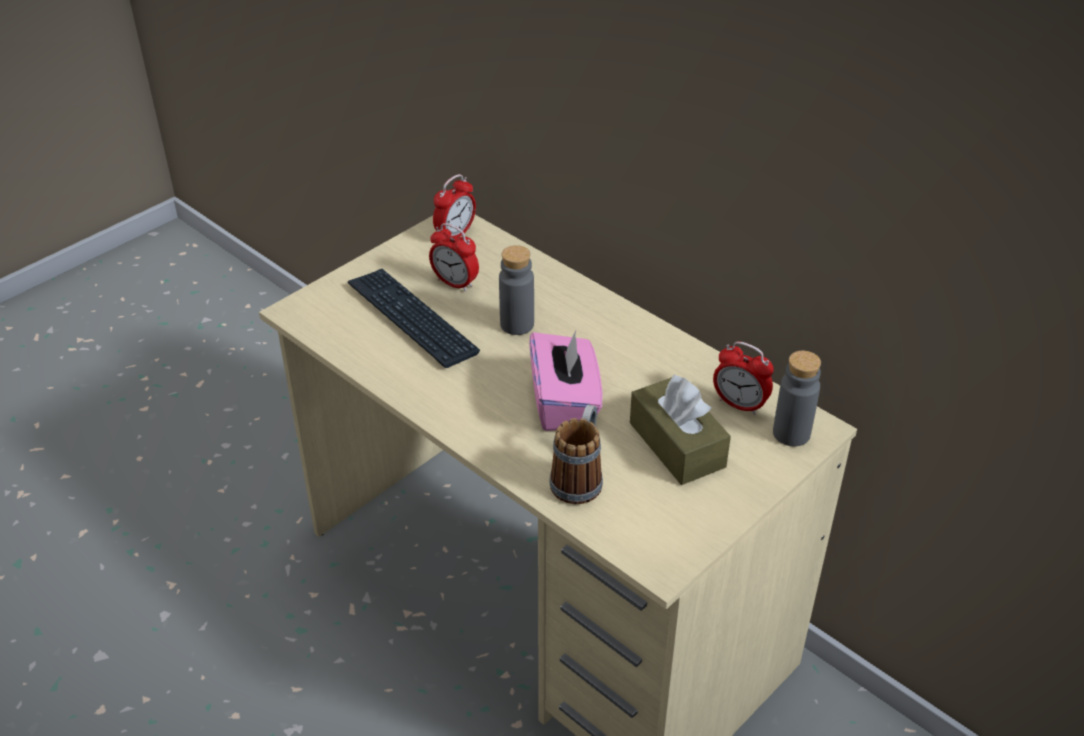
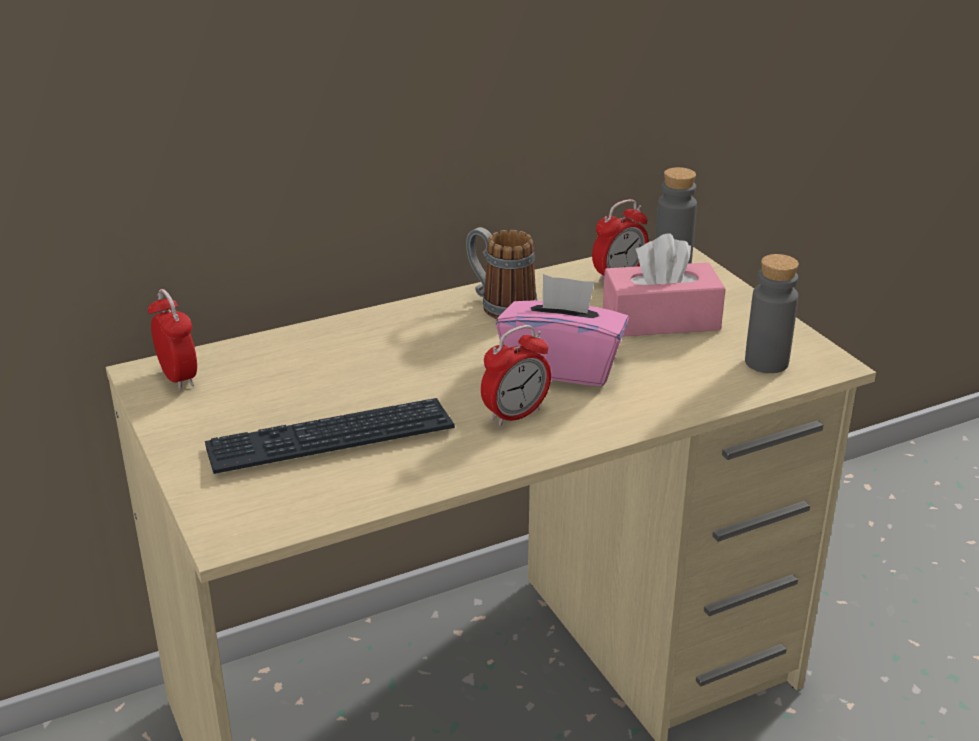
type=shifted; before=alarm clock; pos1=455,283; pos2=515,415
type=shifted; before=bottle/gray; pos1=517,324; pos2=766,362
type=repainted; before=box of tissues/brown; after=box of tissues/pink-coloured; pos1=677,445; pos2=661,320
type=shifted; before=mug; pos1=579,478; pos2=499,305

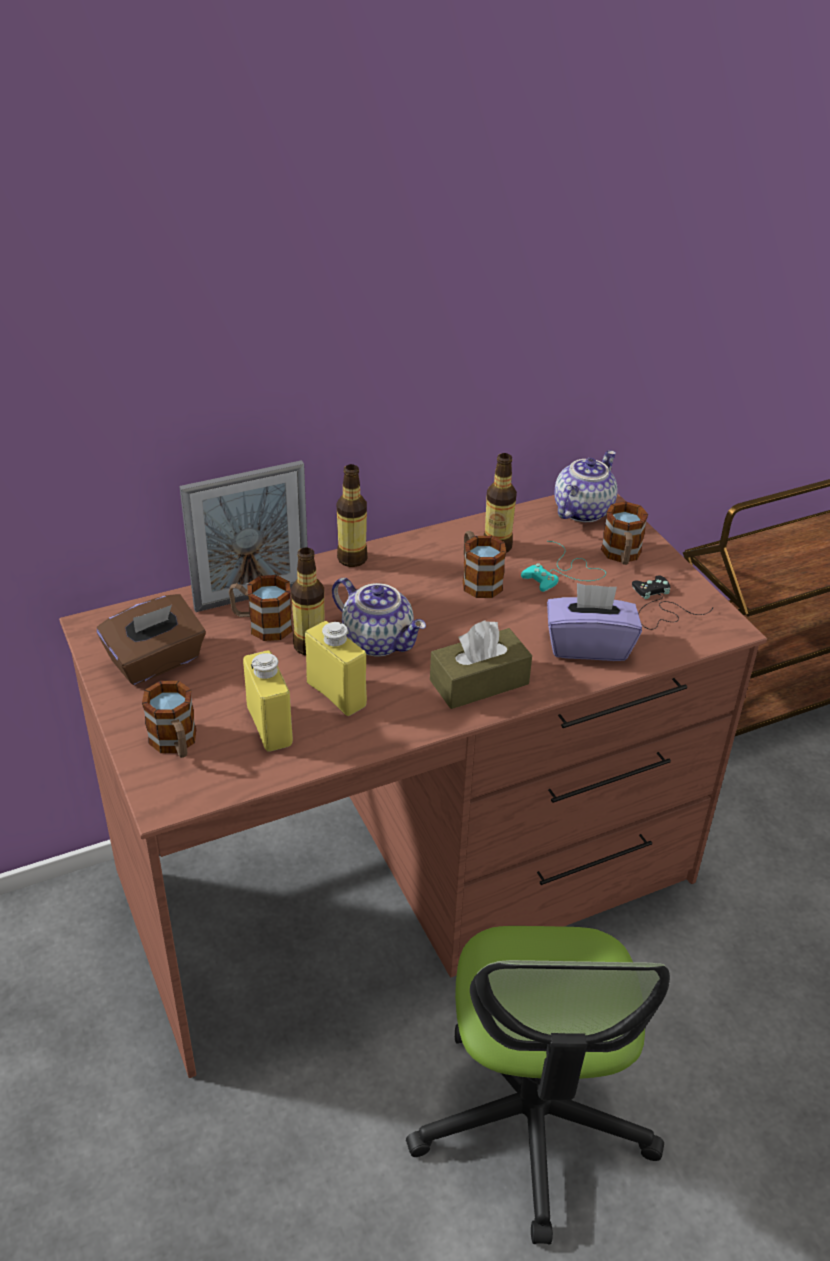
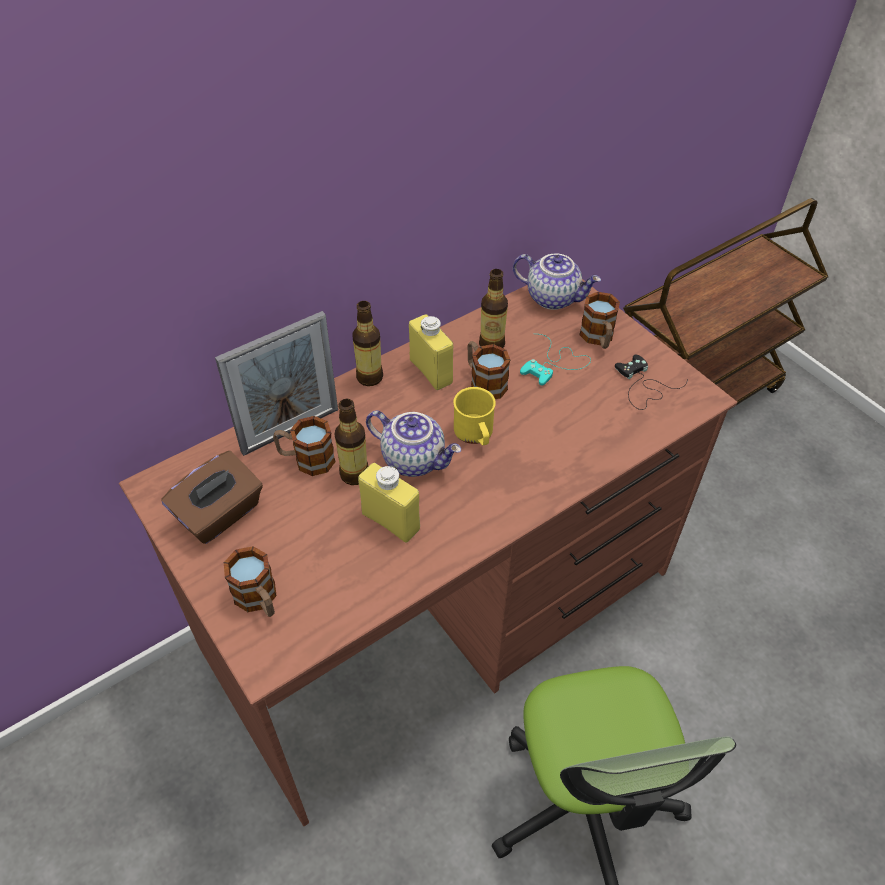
type=rotated; before=pot for tea; pos1=582,510; pos2=553,297; turn=90
type=gone; before=box of tissues/purple; pos1=588,645
type=gone; before=box of tissues/brown; pos1=479,682
type=shifted; before=bottle/yellowish; pos1=269,726; pos2=431,371
type=new; after=mug/yellowish; pos2=475,434

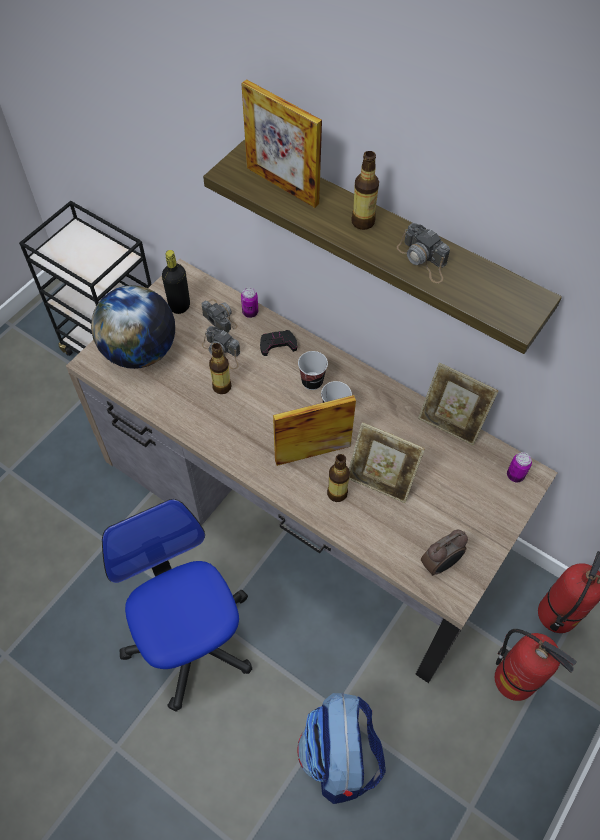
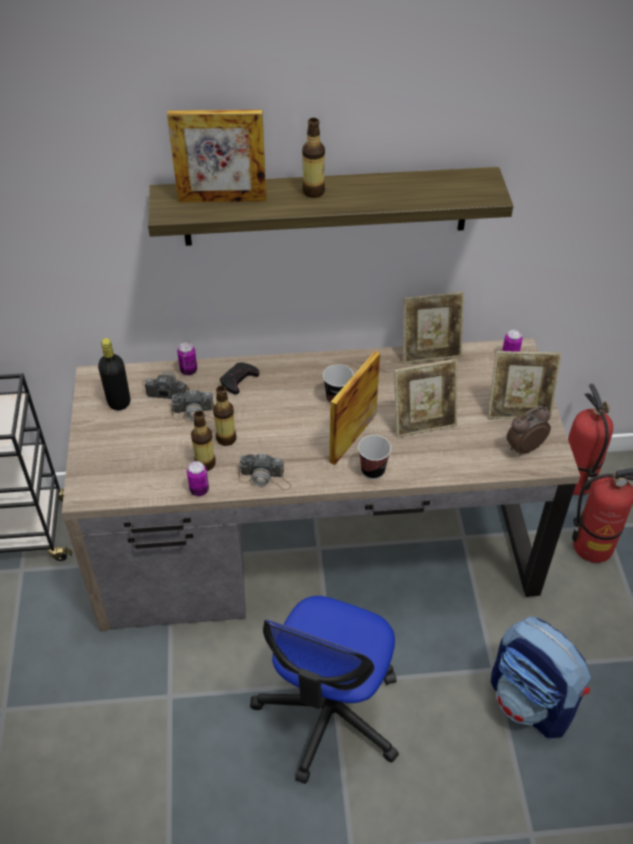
type=shifted; before=still camera; pos1=423,260; pos2=265,478
type=gone; before=globe; pos1=140,351
type=shifted; before=drinking cup; pos1=312,381; pos2=373,470
type=shifted; before=bottle; pos1=337,493; pos2=205,463
type=rotated; before=desk chair; pos1=191,640; pos2=329,713; turn=-90
type=rotated; before=alarm clock; pos1=440,564; pos2=523,448; turn=-135
type=new; after=photo frame; pos2=518,410
type=new; after=metal can; pos2=199,490

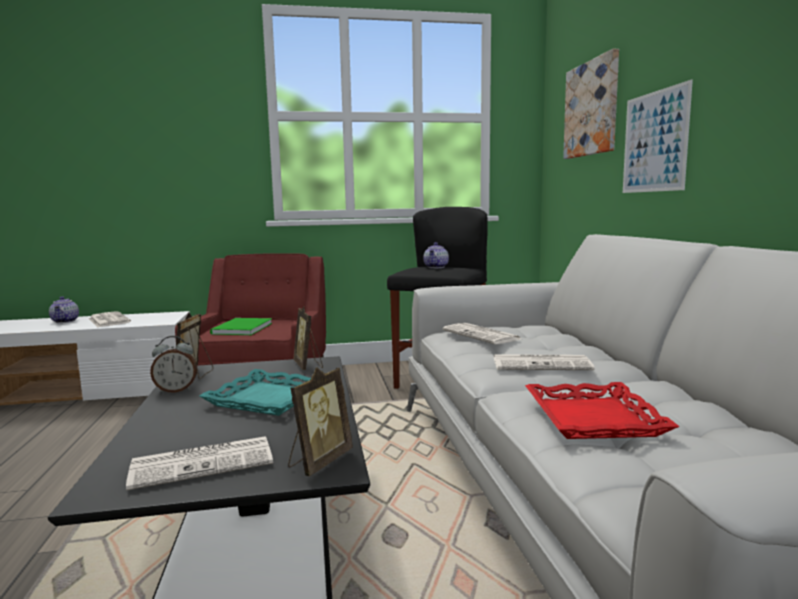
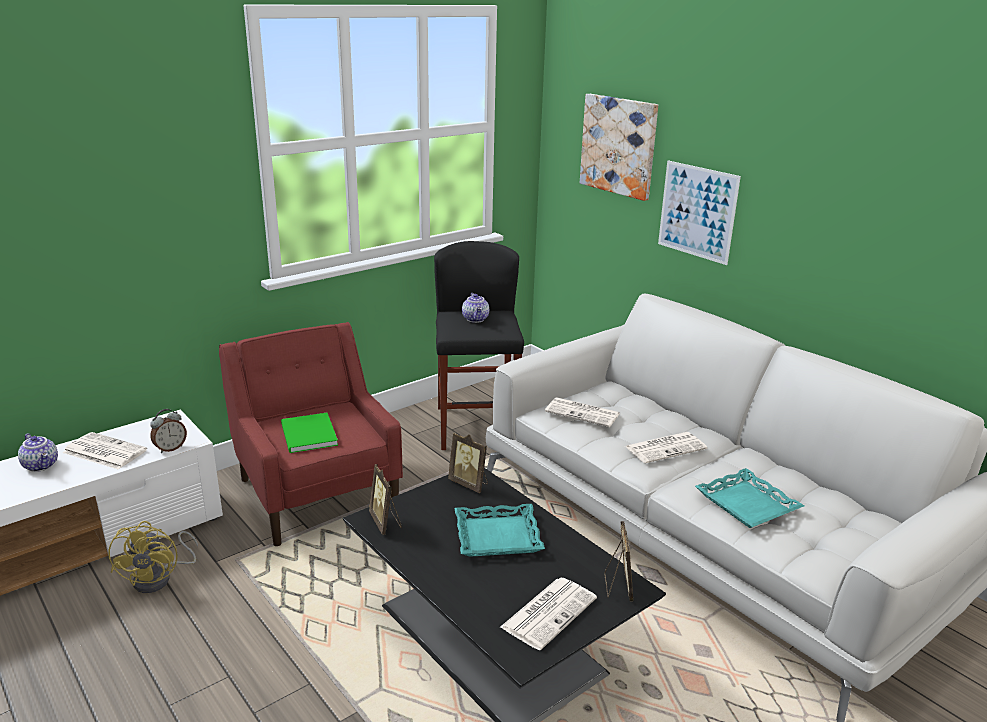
type=shifted; before=alarm clock; pos1=176,390; pos2=170,448
type=repainted; before=serving tray/red-coloured; after=serving tray/turquoise; pos1=592,418; pos2=746,504
type=new; after=cooling fan/yellowish; pos2=160,578

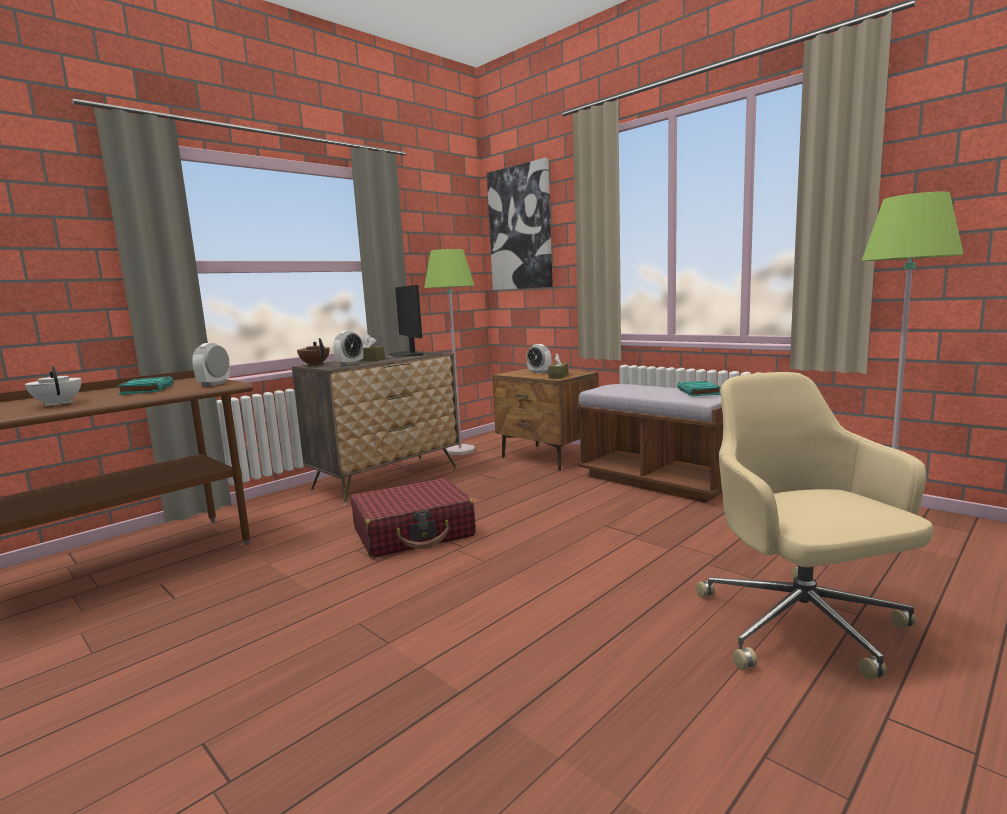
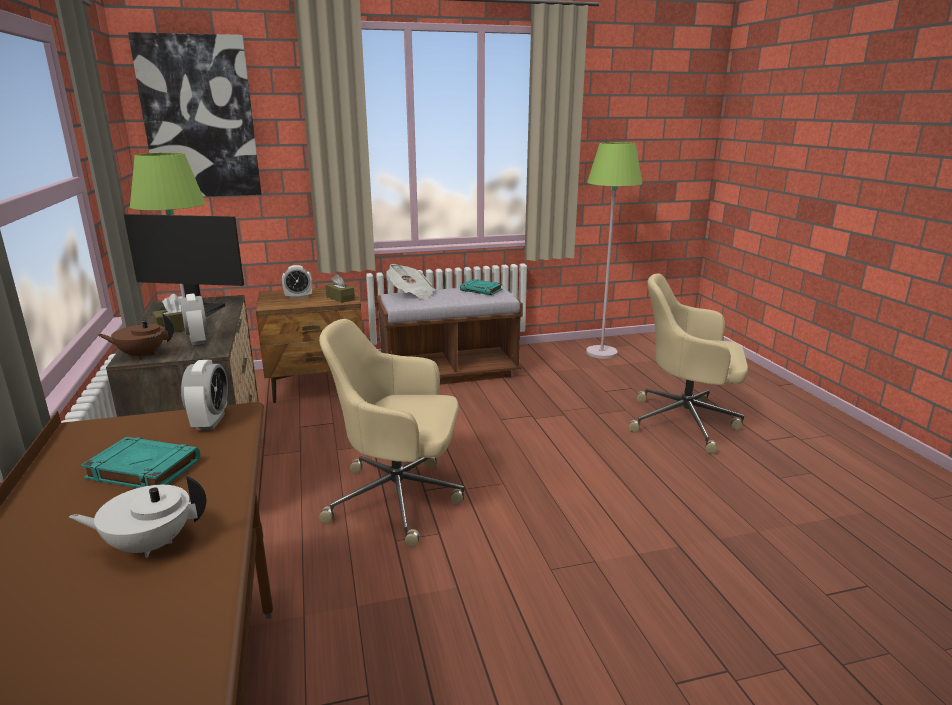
type=rotated; before=alarm clock; pos1=214,384; pos2=210,421; turn=-135
type=swapped; before=suitcase/red-coloured; after=desk chair/beige; pos1=414,533; pos2=399,499
type=new; after=newspaper; pos2=411,294

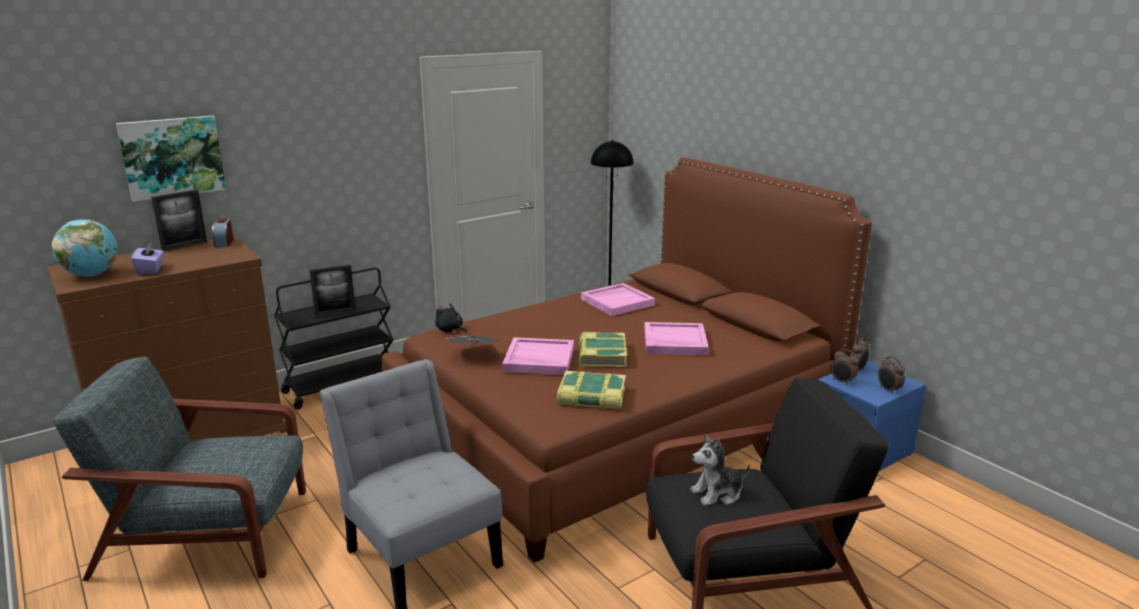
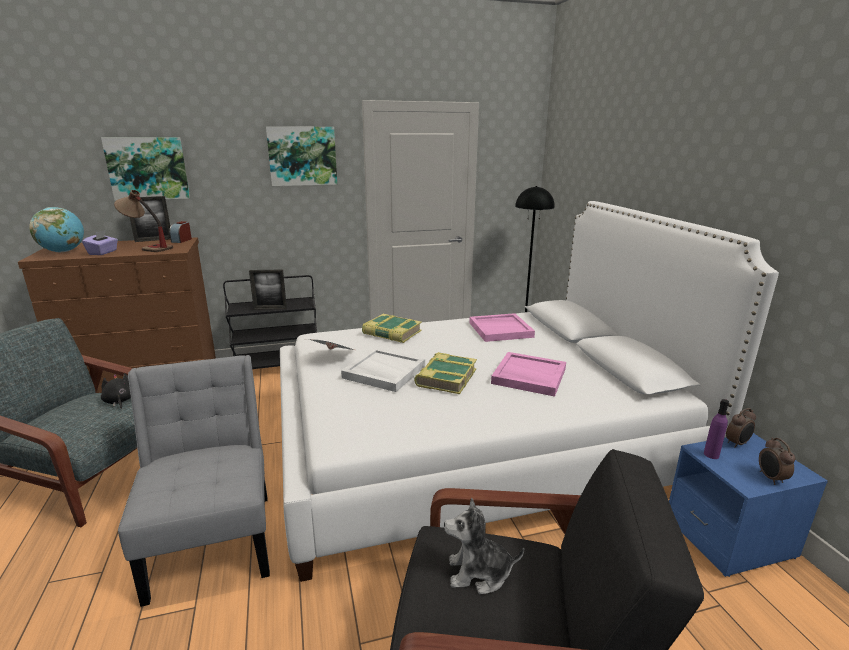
type=repainted; before=sleeping bed/brown; after=sleeping bed/white; pos1=616,422; pos2=474,443
type=shifted; before=cuddly toy/black-coloured; pos1=450,330; pos2=119,401
type=repainted; before=serving tray/pink-coloured; after=serving tray/white; pos1=538,359; pos2=383,372
type=swapped; before=alarm clock; after=bottle/purple; pos1=842,381; pos2=711,454
type=shifted; before=bound book; pos1=591,397; pos2=391,333
type=new; after=wall art; pos2=302,156
type=new; after=tabletop lamp; pos2=147,248

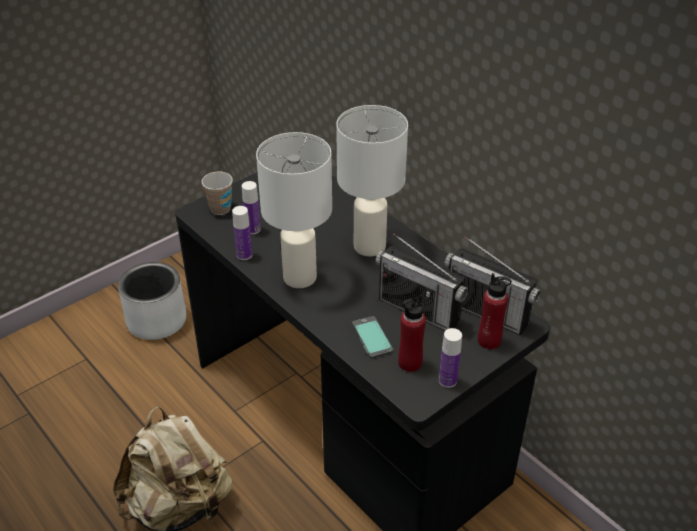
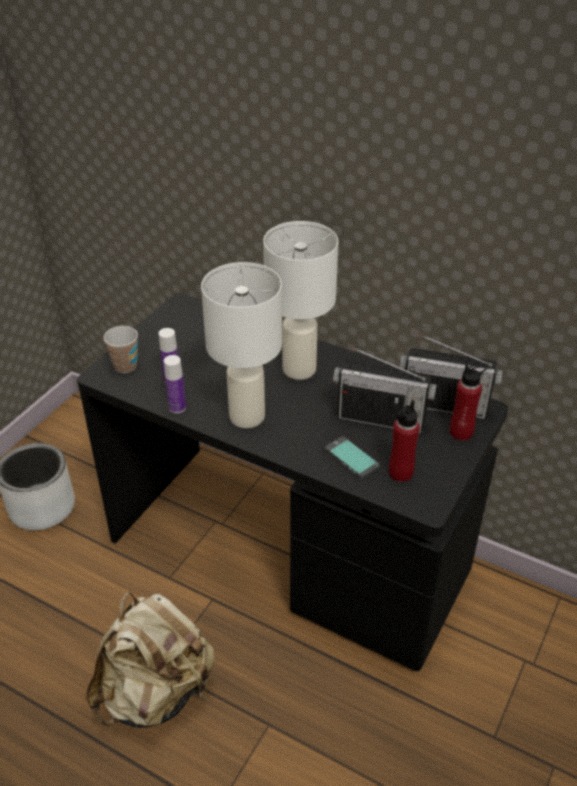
type=gone; before=bottle; pos1=447,380

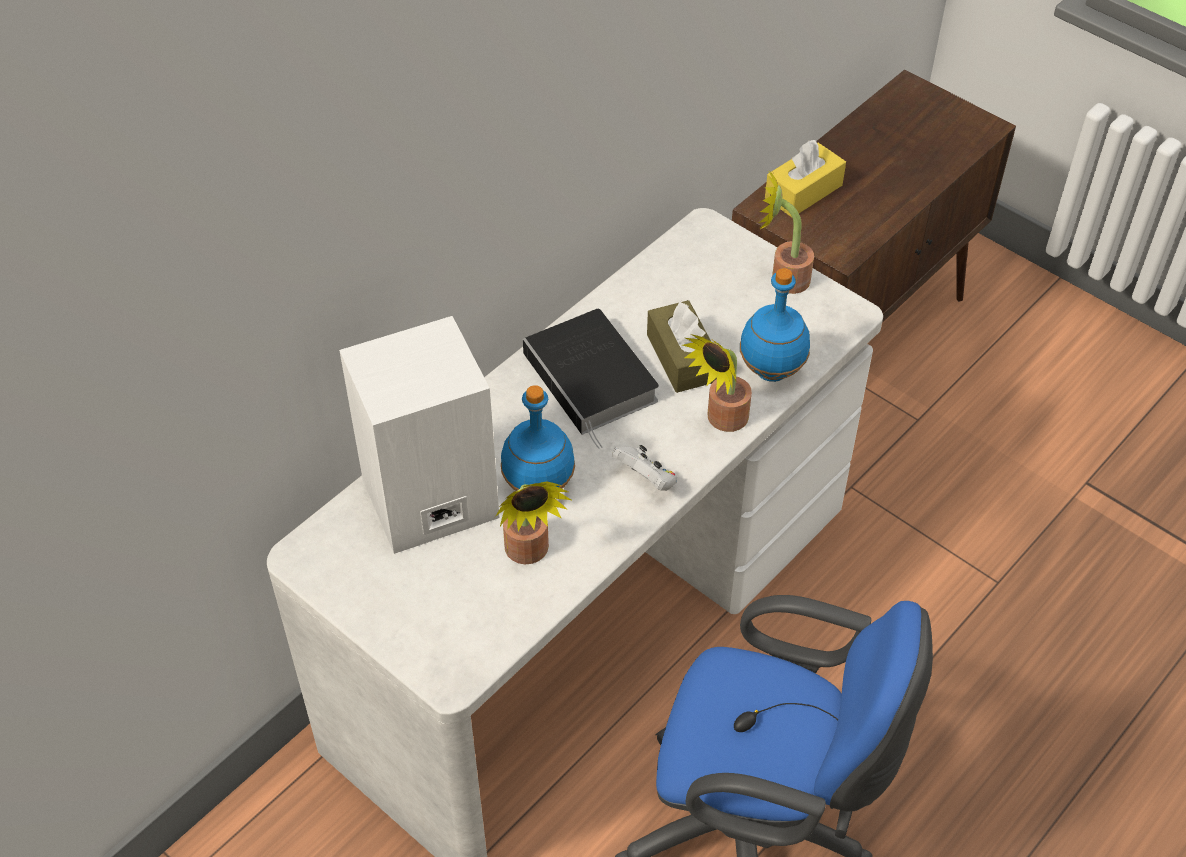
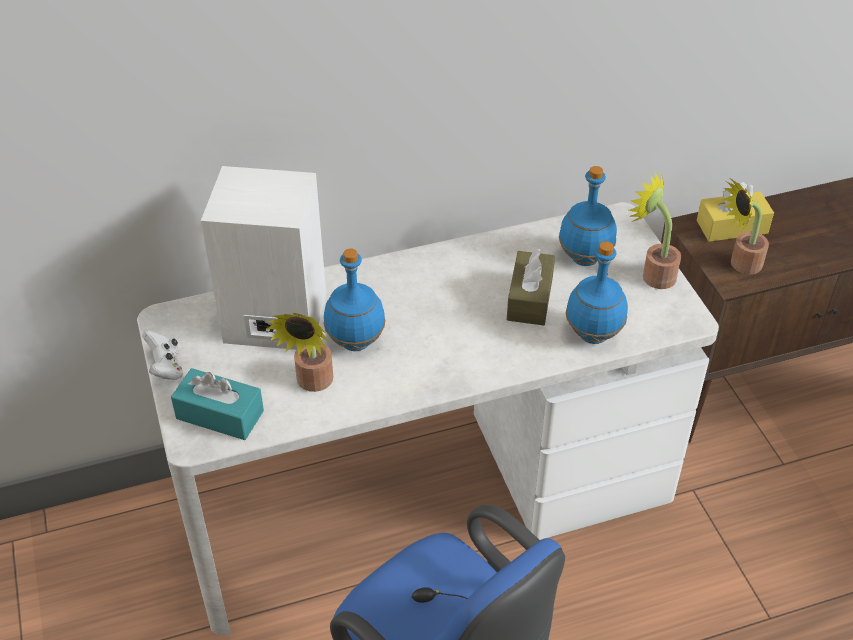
type=gone; before=bound book; pos1=593,380
type=shifted; before=houseplant; pos1=722,421; pos2=740,265
type=shifted; before=game controller/white; pos1=646,480; pos2=166,367
type=new; after=bottle/blue-coloured; pos2=584,259
type=new; after=box of tissues/turquoise; pos2=220,415

